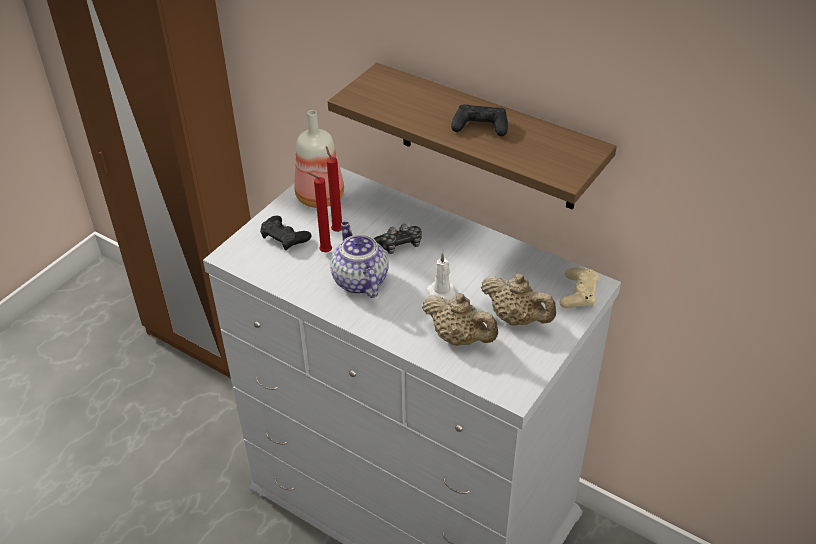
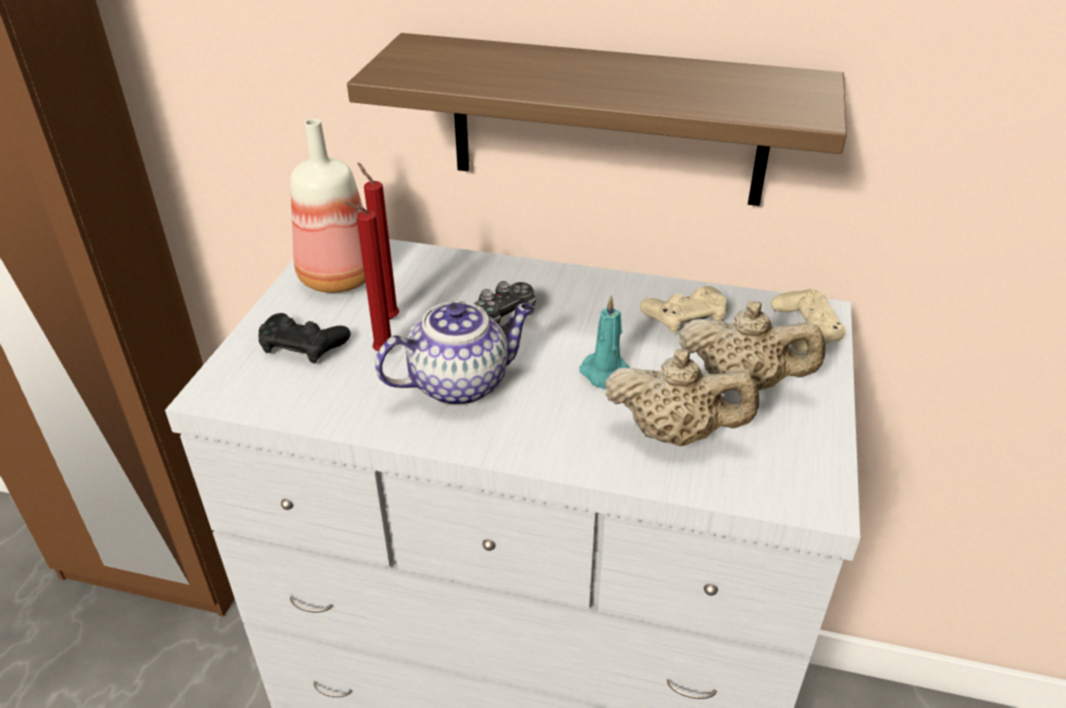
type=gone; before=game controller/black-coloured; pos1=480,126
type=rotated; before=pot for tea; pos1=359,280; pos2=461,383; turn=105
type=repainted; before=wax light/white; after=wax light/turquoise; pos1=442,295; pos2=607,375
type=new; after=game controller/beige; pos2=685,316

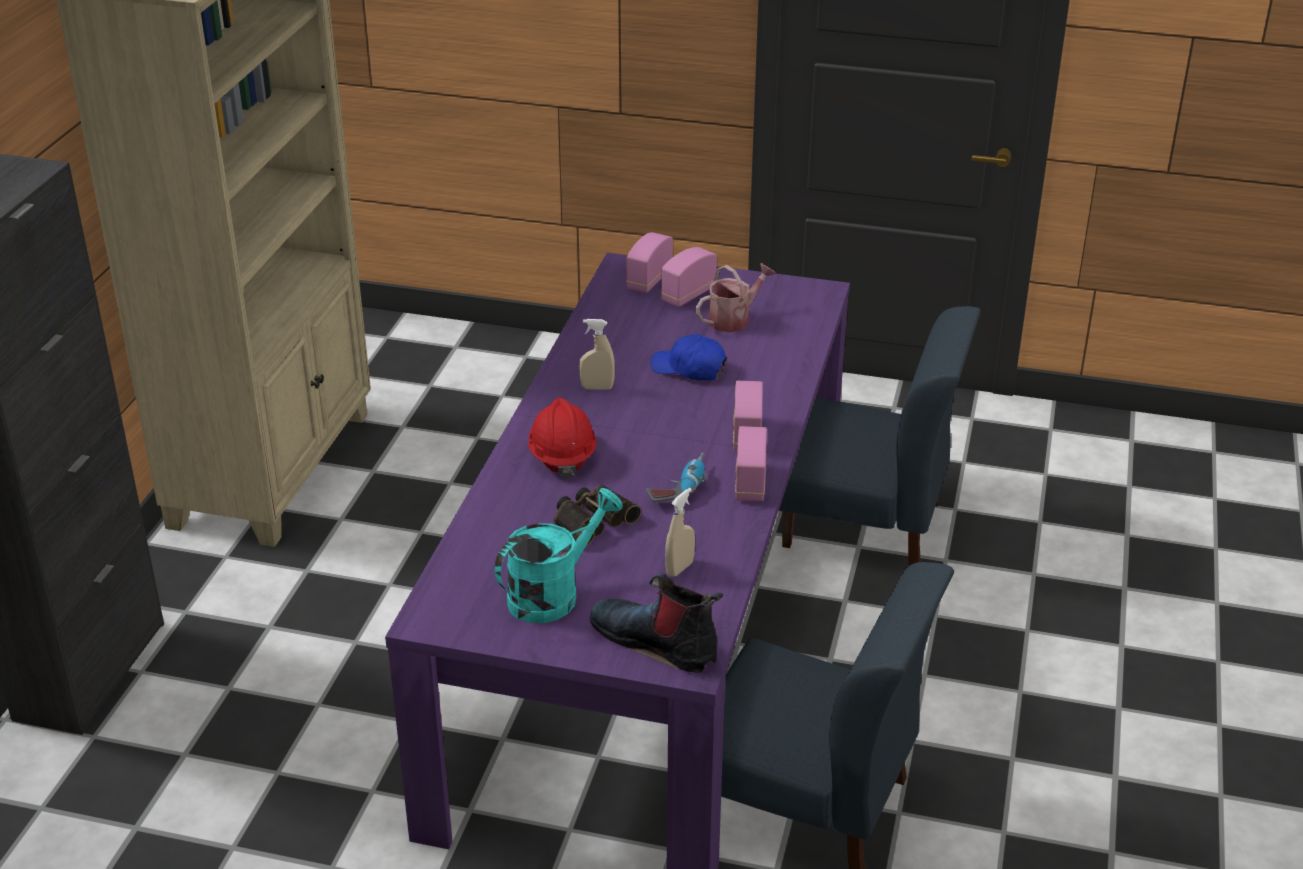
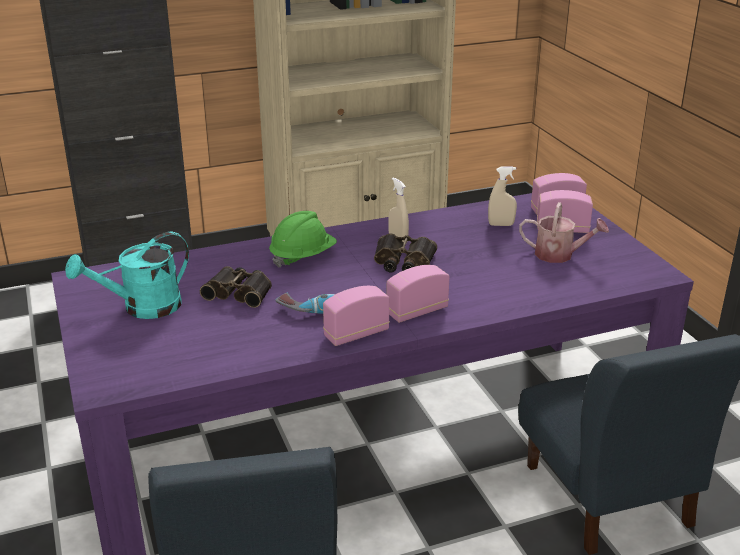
type=gone; before=peaked cap/blue-coloured; pos1=689,369
type=repainted; before=work helmet/red-coloured; after=work helmet/green-coloured; pos1=562,456; pos2=302,257
type=rotated; before=watering can/turquoise; pos1=553,594; pos2=142,308; turn=135
type=shifted; before=spray bottle/beige; pos1=679,568; pos2=501,225
type=gone; before=tall boot; pos1=657,642
type=new; after=pair of binoculars; pos2=403,261

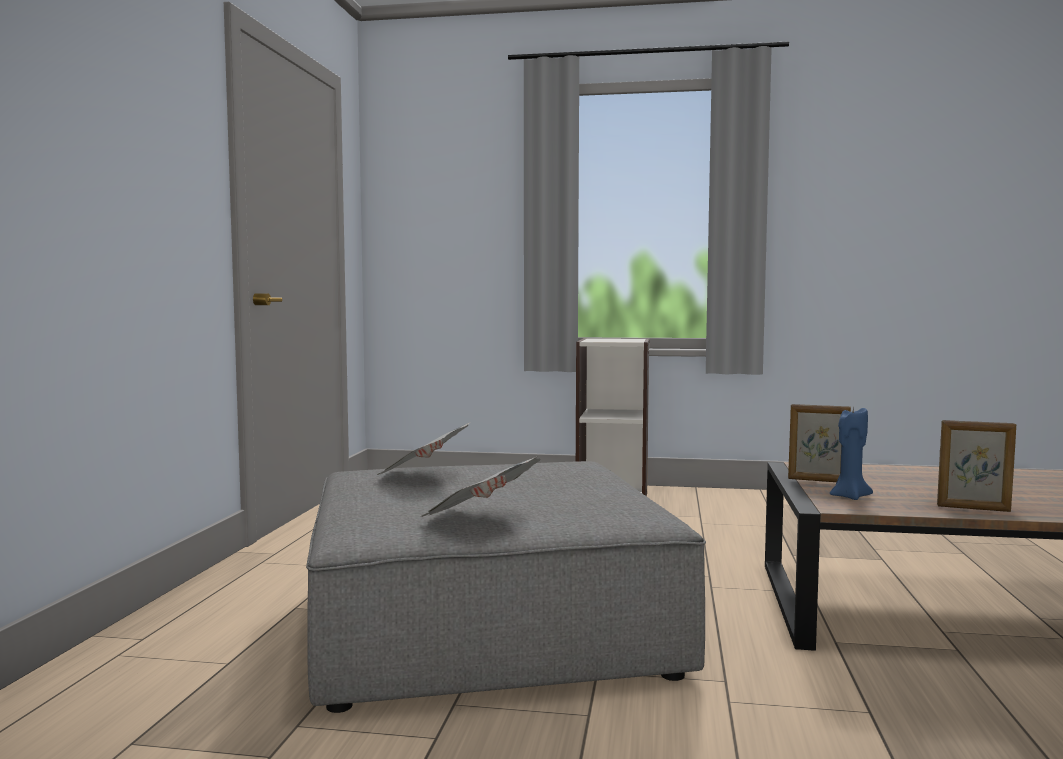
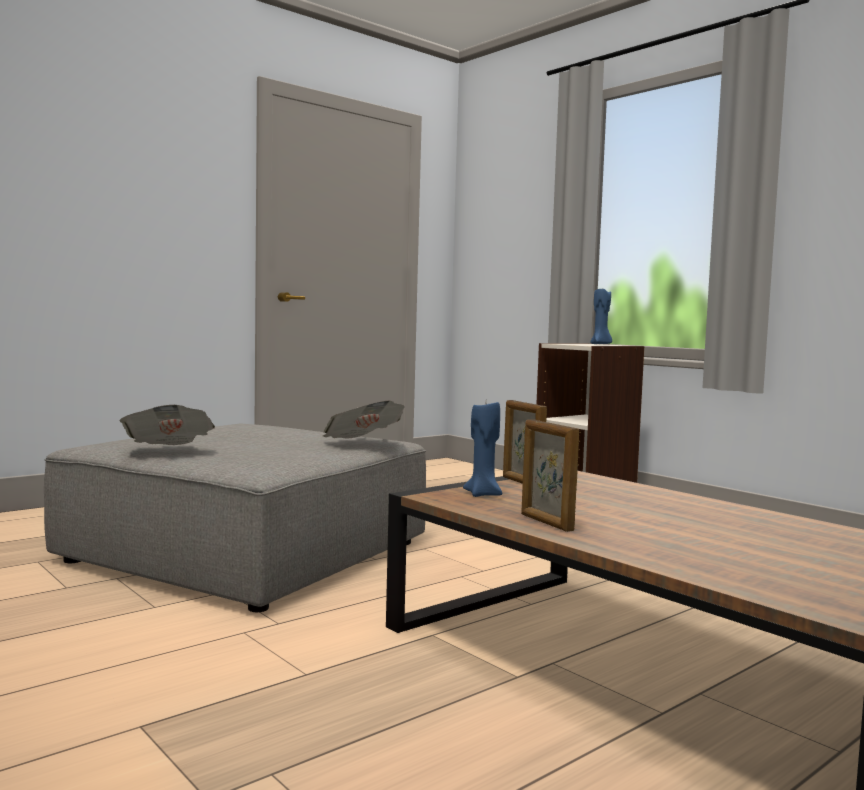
type=shifted; before=newspaper; pos1=422,476; pos2=362,444
type=new; after=wax light/blue-coloured; pos2=601,344

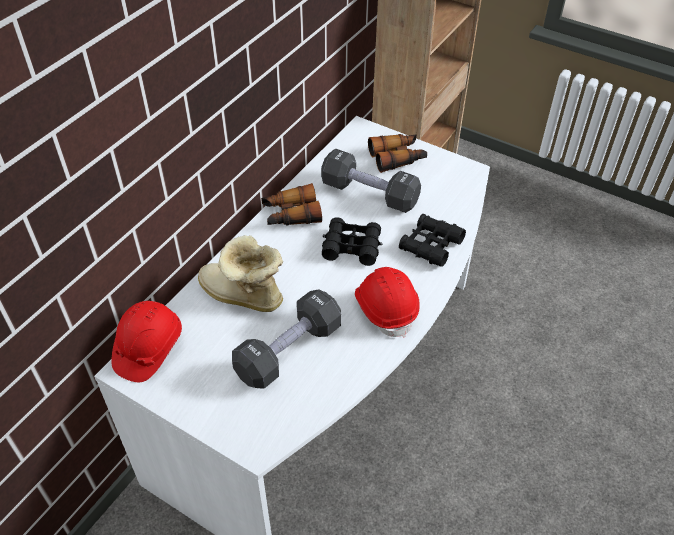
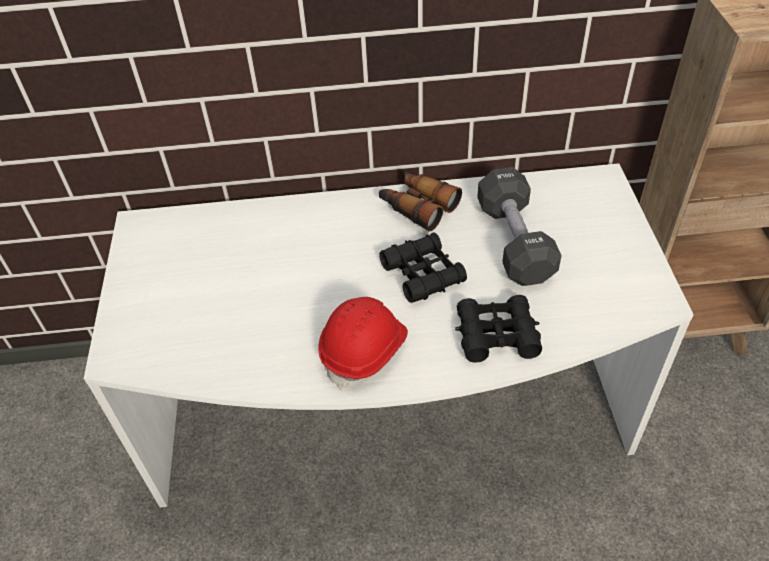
type=gone; before=pair of binoculars; pos1=397,158
type=gone; before=tall boot; pos1=242,297
type=gone; before=dumbbell/black-coloured; pos1=289,351
type=gone; before=work helmet/red-coloured; pos1=148,349

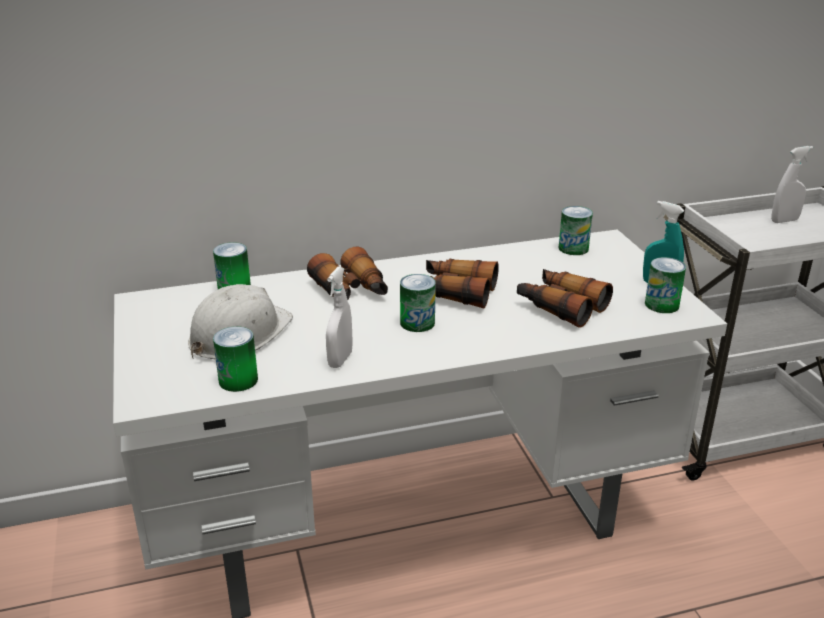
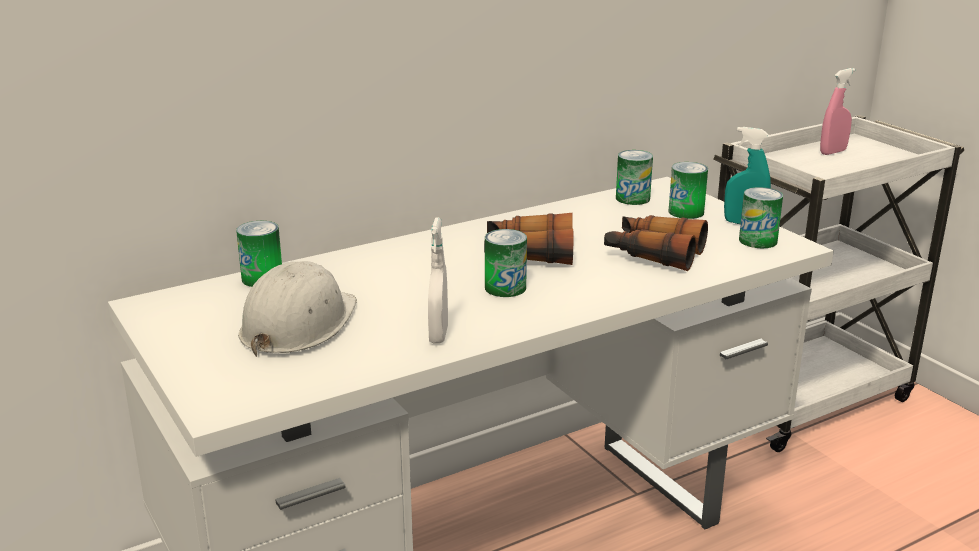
type=repainted; before=spray bottle/white; after=spray bottle/pink-coloured; pos1=784,220; pos2=833,152
type=gone; before=pair of binoculars; pos1=351,291
type=shifted; before=metal can; pos1=238,380; pos2=686,212

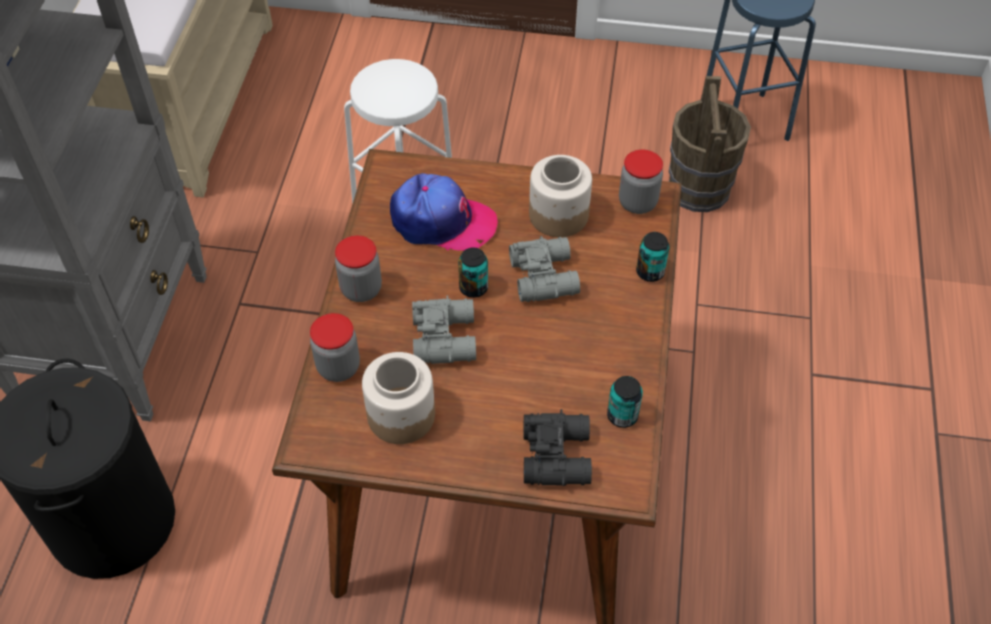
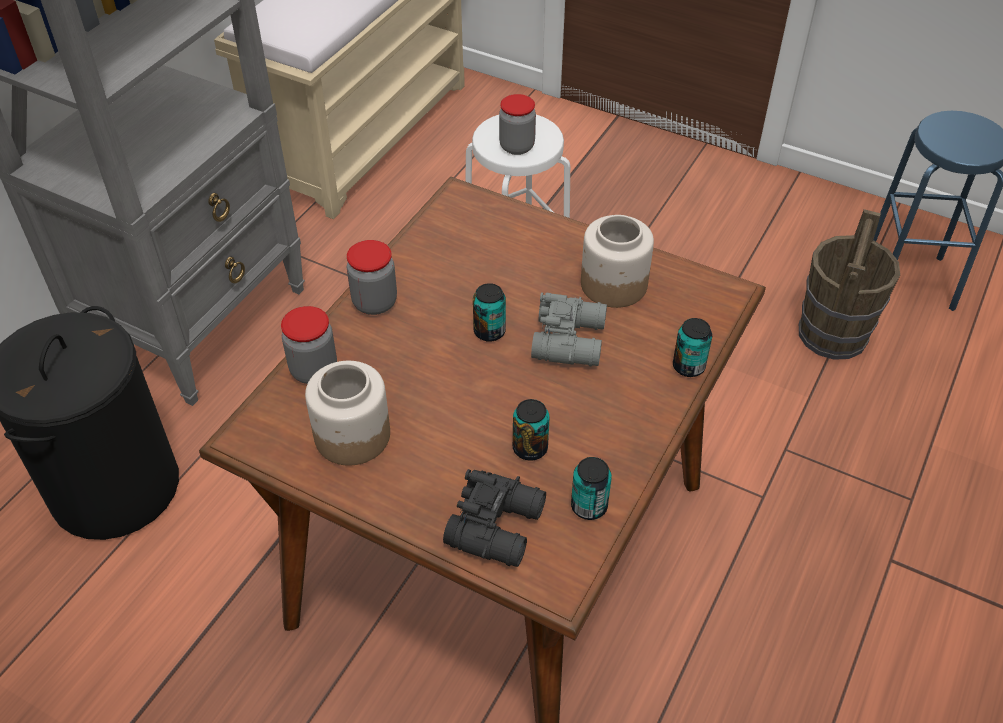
type=shifted; before=storage jar; pos1=637,202; pos2=517,146
type=gone; before=peaked cap; pos1=442,222
type=gone; before=pair of binoculars/gray; pos1=446,337
type=new; after=metal can; pos2=530,448

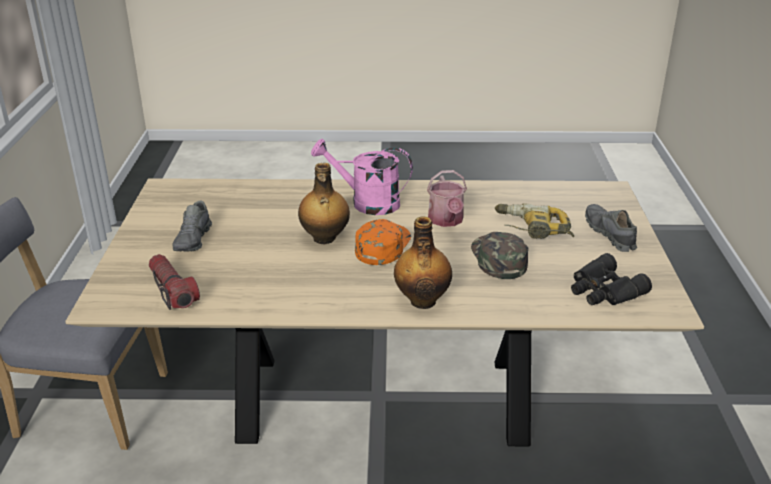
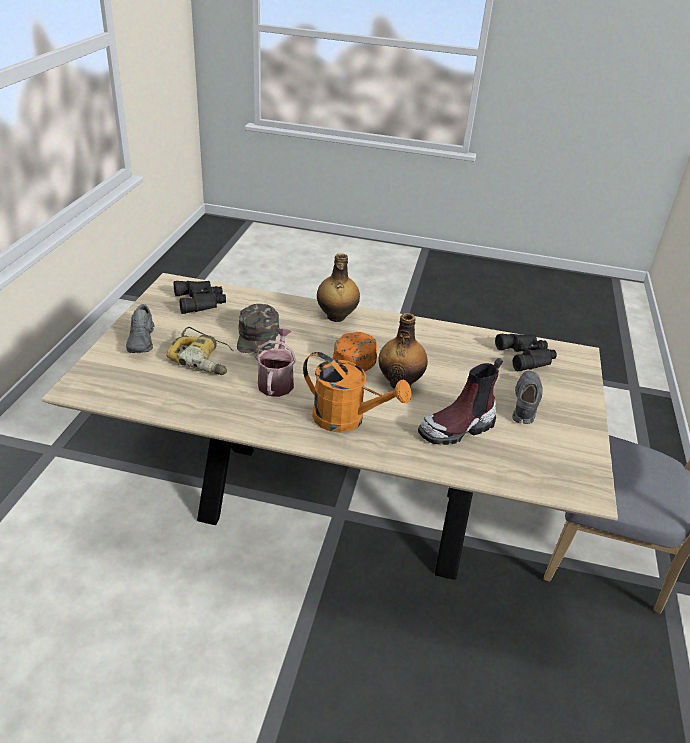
type=repainted; before=watering can/pink-coloured; after=watering can/orange; pos1=366,203; pos2=347,420
type=swapped; before=hand torch; after=pair of binoculars/black-coloured; pos1=172,291; pos2=527,356
type=new; after=tall boot; pos2=457,428

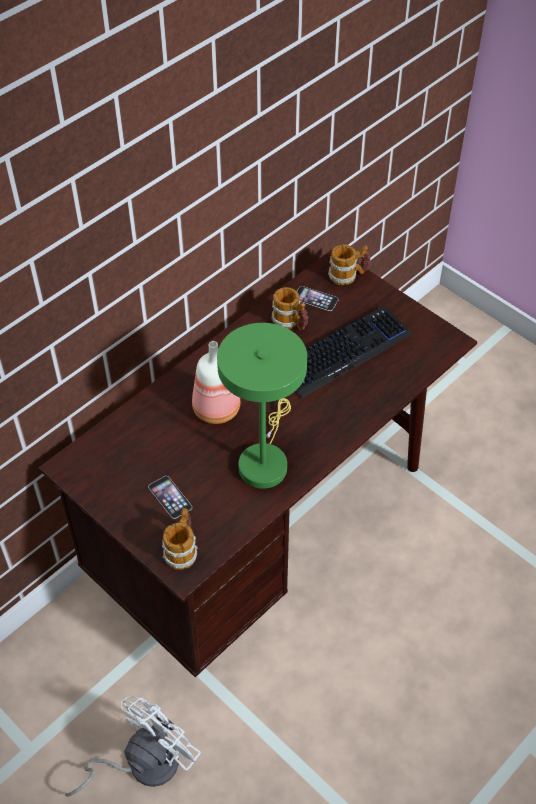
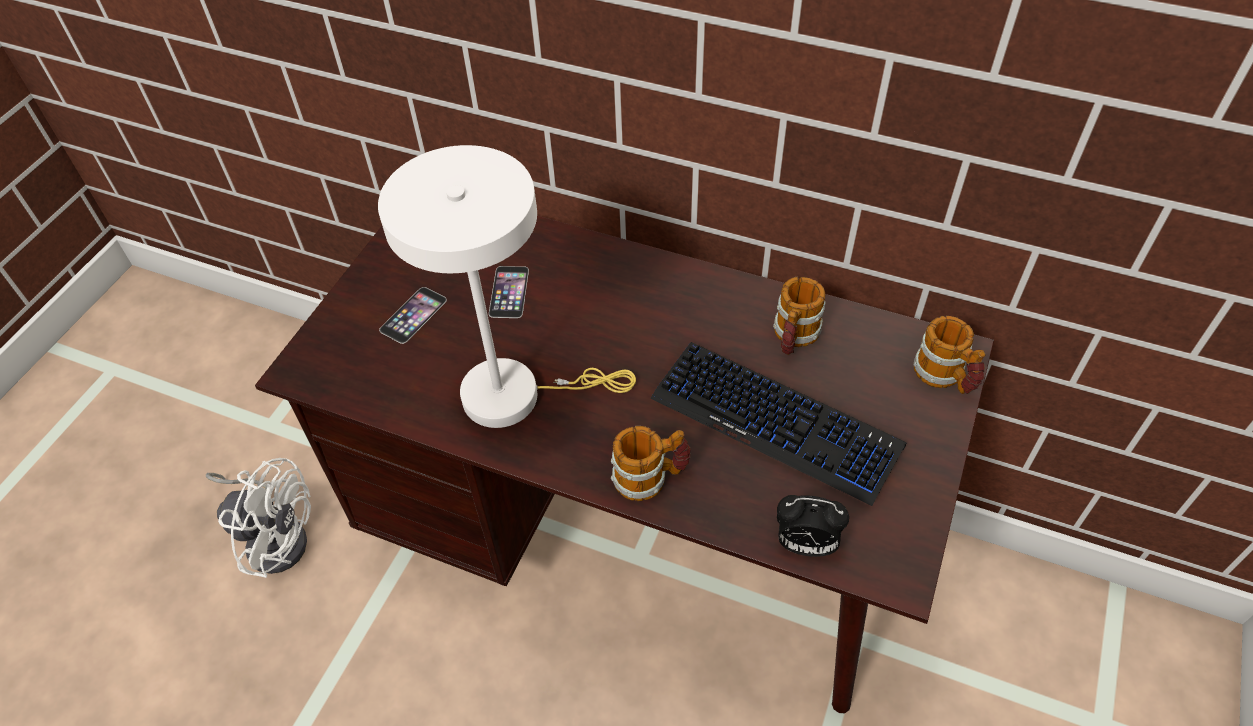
type=shifted; before=phone; pos1=315,298; pos2=509,292
type=repainted; before=tabletop lamp/green-coloured; after=tabletop lamp/white; pos1=264,460; pos2=515,394
type=gone; before=bottle; pos1=216,410
type=shifted; before=mug; pos1=182,549; pos2=650,477
type=new; after=alarm clock; pos2=805,545

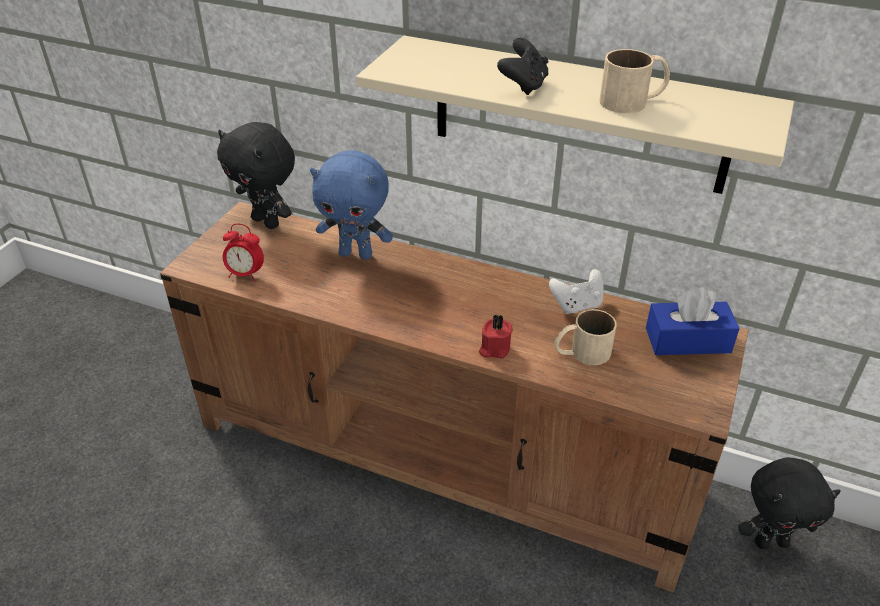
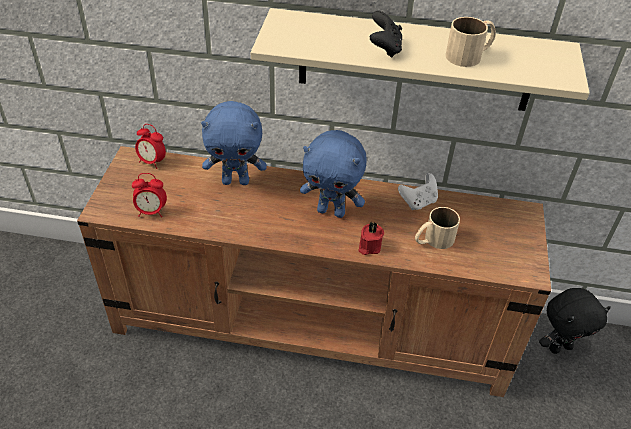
type=swapped; before=cuddly toy/black-coloured; after=alarm clock; pos1=267,222; pos2=152,162
type=gone; before=box of tissues/blue-coloured; pos1=687,340
type=new; after=cuddly toy/blue-coloured; pos2=331,211

